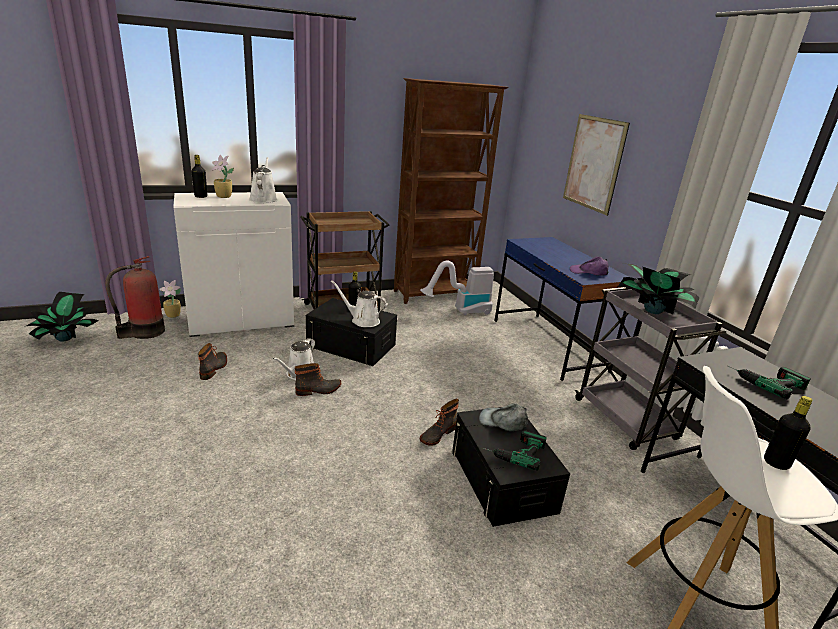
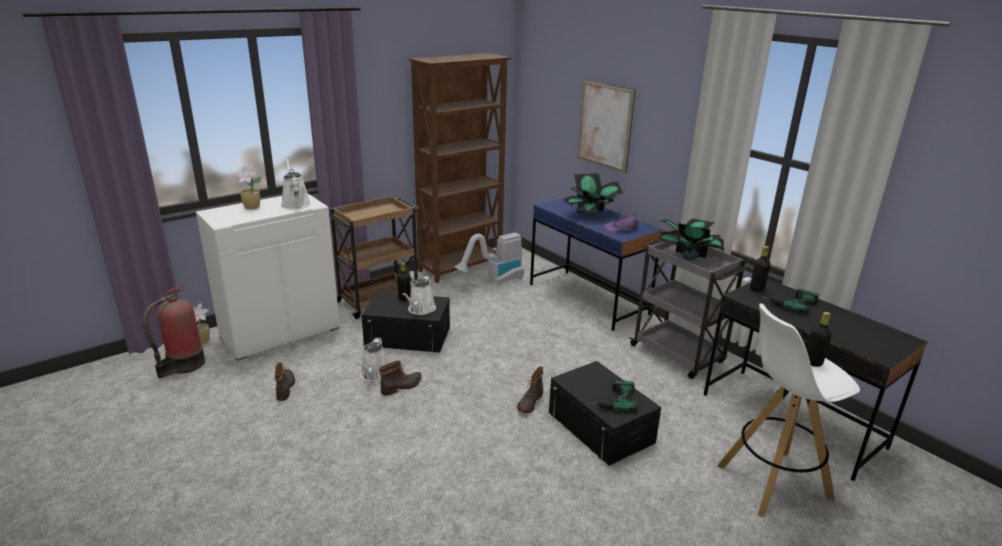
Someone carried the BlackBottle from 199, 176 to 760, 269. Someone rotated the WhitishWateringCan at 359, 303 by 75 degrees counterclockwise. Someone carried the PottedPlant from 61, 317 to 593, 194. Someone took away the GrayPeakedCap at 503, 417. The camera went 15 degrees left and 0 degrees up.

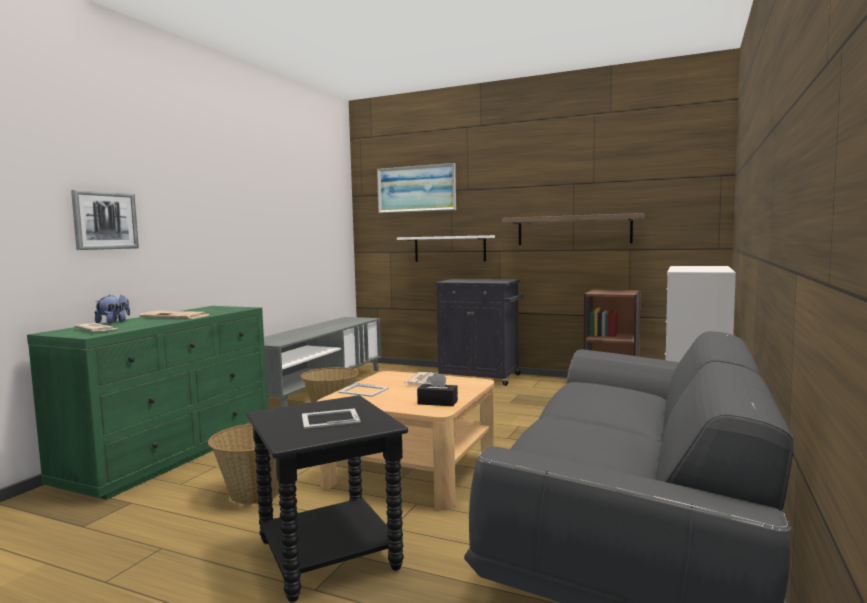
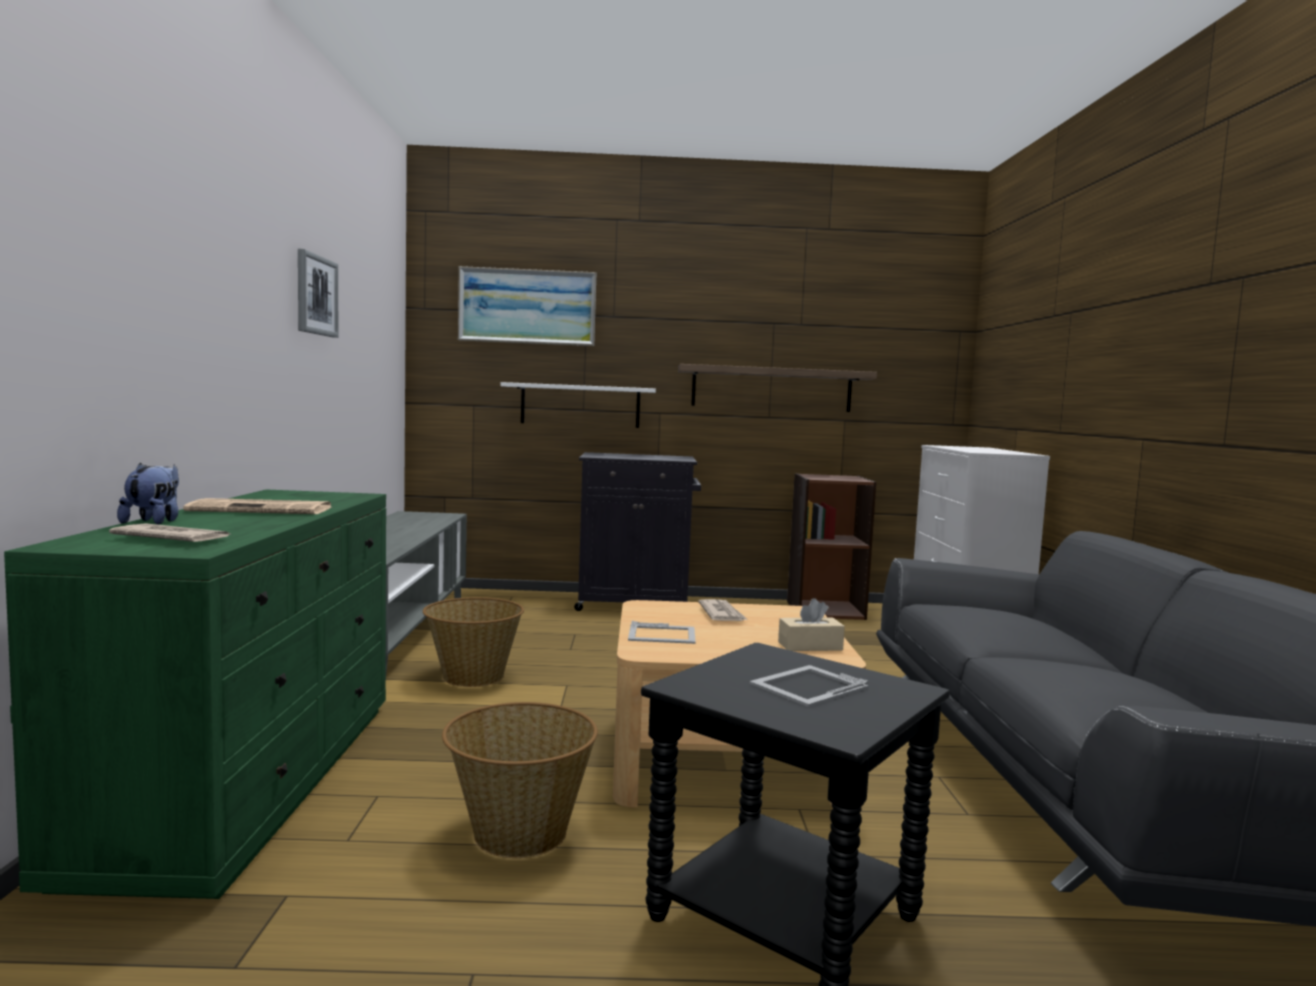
Someone carried the Picture from 105, 220 to 318, 293. Someone repainted the BlackTissueHolder at 437, 389, which became the BeigeTissueHolder at 811, 624. The camera went 25 degrees left and 0 degrees up.

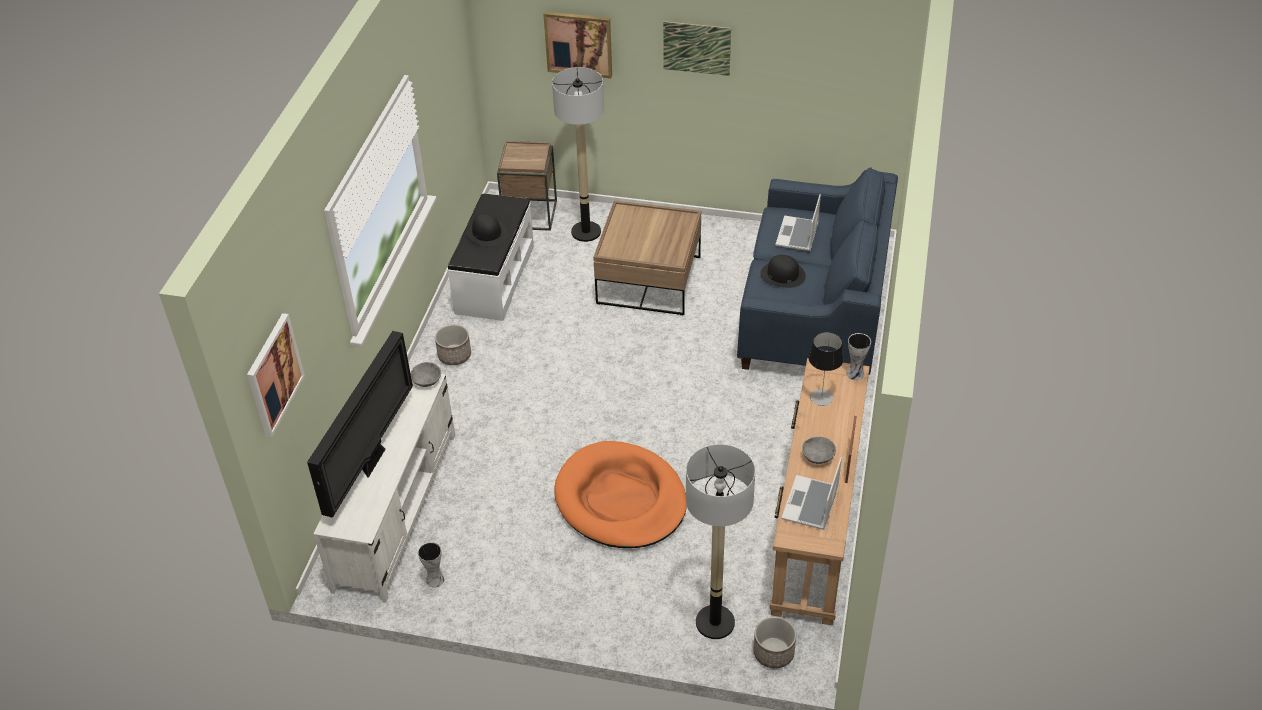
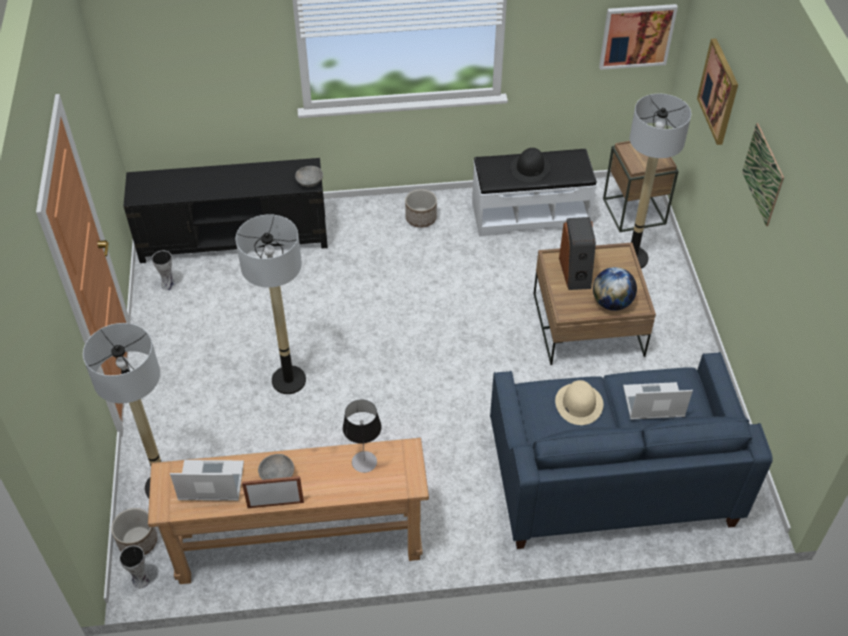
Someone repainted the BlackClothingHat at 783, 271, which became the BeigeClothingHat at 579, 402. Someone carried the Picture from 276, 375 to 638, 37. Someone took away the TvSet at 360, 424. Someone carried the Vase from 859, 356 to 135, 566. Someone repainted the WhitishTvUnit at 384, 486, which became the BlackTvUnit at 225, 210. Someone swapped the OrangeyPetBed at 621, 494 for the StandingLamp at 271, 304. Someone put down the AudioSpeaker at 577, 253. Someone put down the DeskGlobe at 615, 289. The camera went 70 degrees right and 5 degrees up.

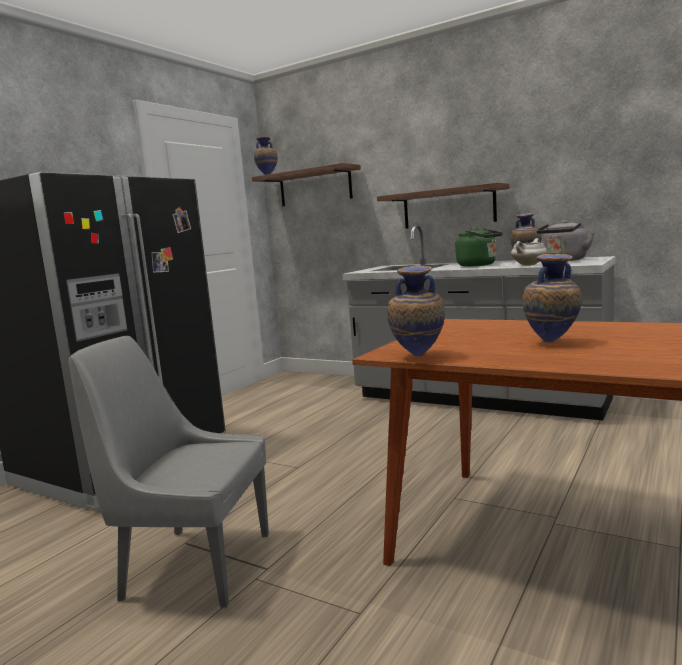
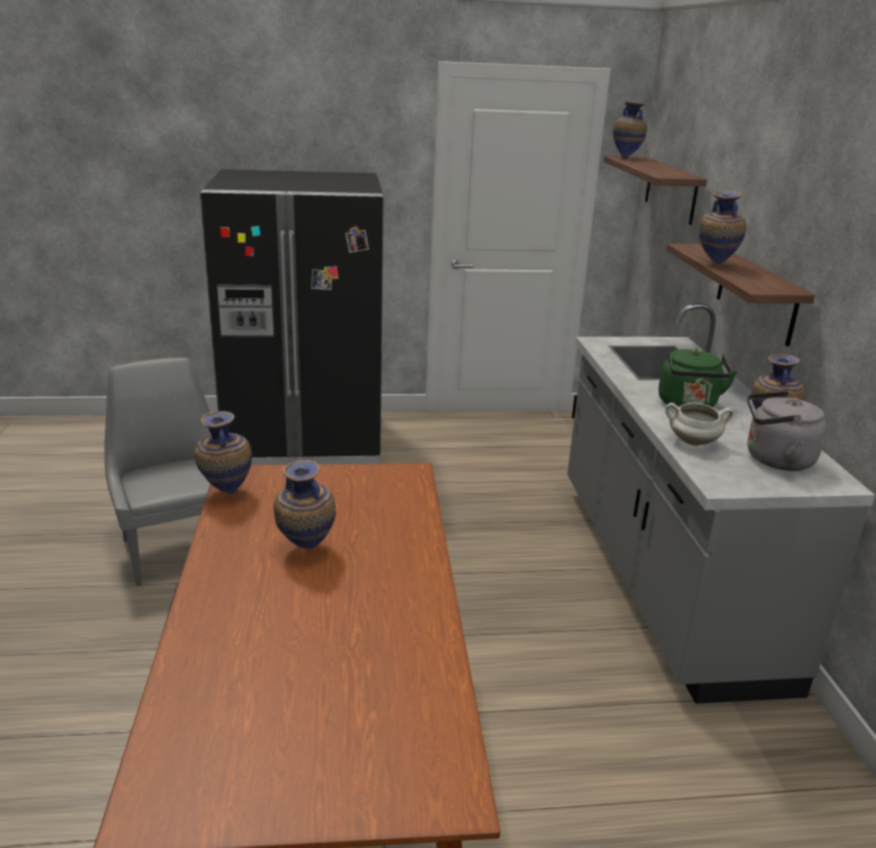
Someone put down the Vase at 722, 228. The camera went 50 degrees right and 15 degrees up.

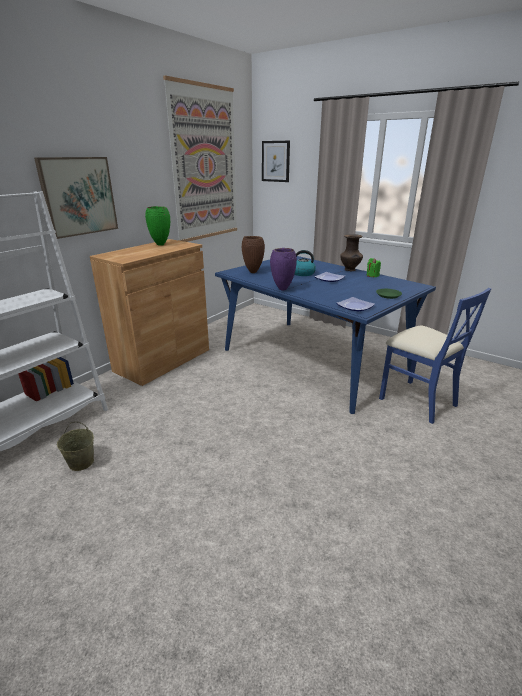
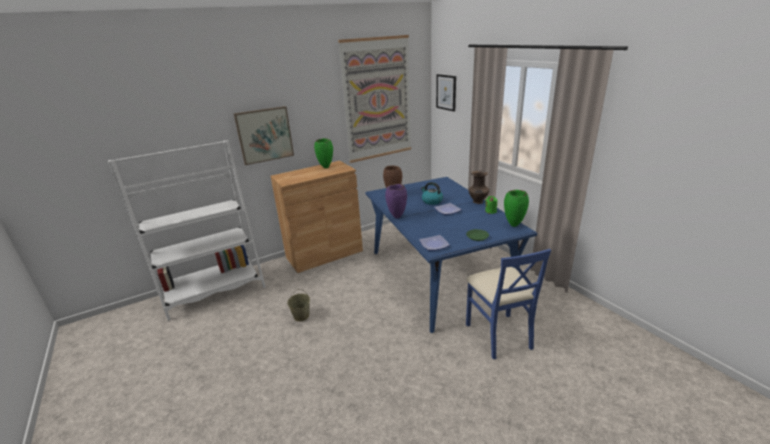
Someone carried the BeigePail from 75, 446 to 298, 305. Someone put down the GreenVase at 516, 208. The camera went 25 degrees right and 0 degrees up.

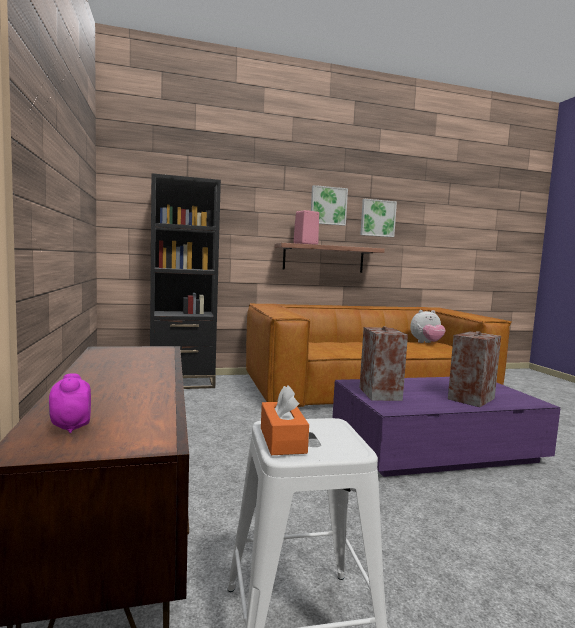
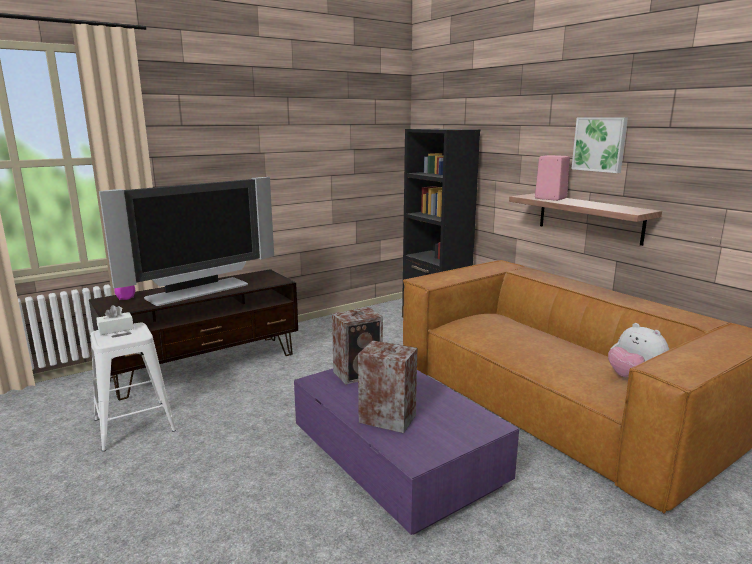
Someone took away the Picture at 378, 218. Someone repainted the OrangeyTissueHolder at 285, 420, which became the WhitishTissueHolder at 115, 320. Someone put down the TvSet at 186, 241. The camera went 70 degrees right and 10 degrees up.

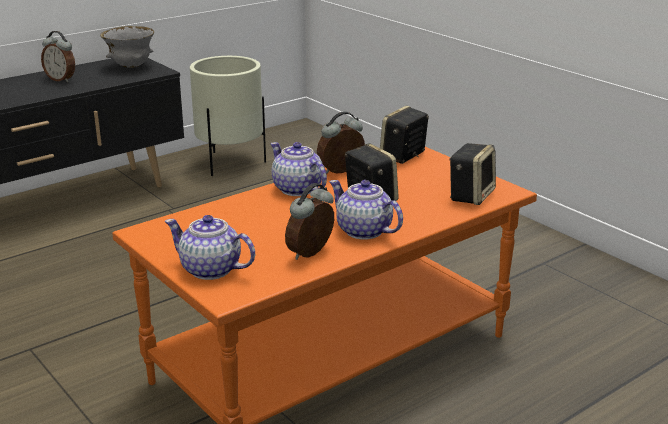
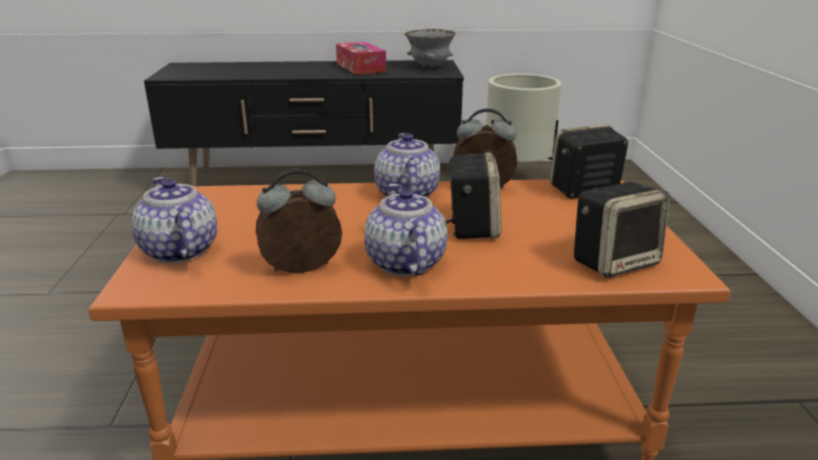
Someone swapped the AlarmClock at 58, 57 for the TissueHolder at 361, 58. The camera went 35 degrees right and 0 degrees up.

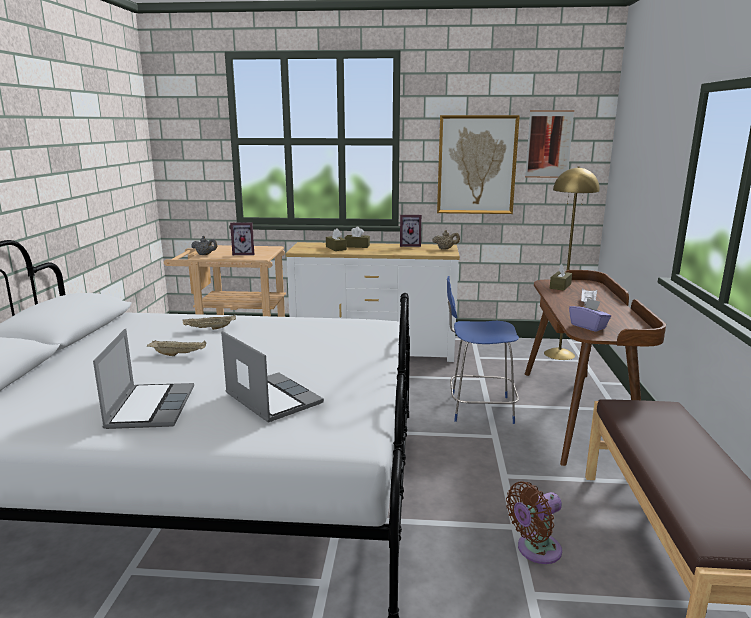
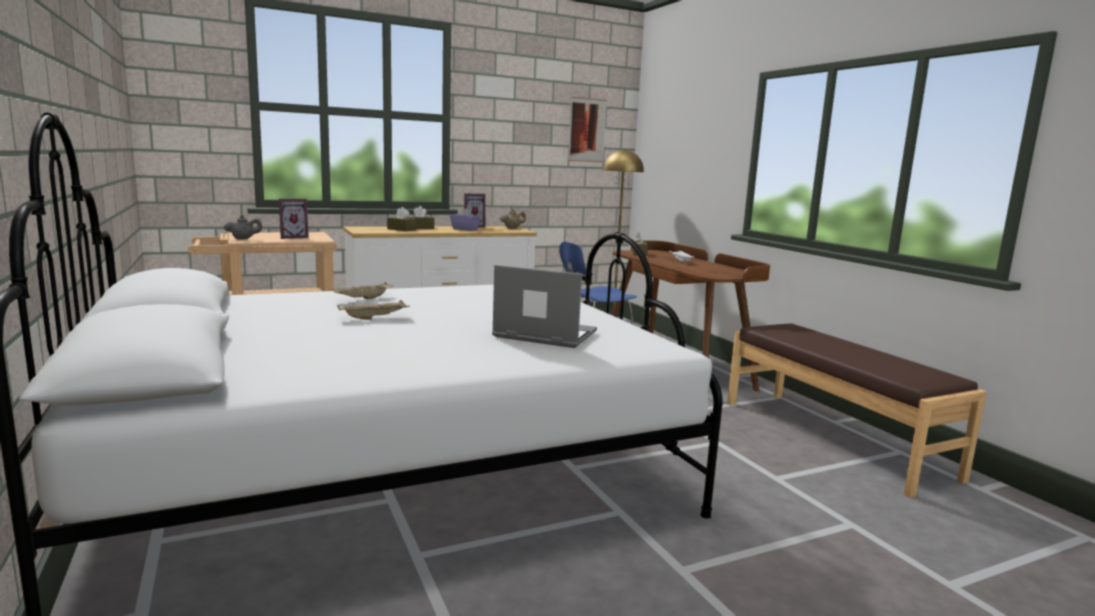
Someone took away the Picture at 478, 164. Someone carried the PurpleTissueHolder from 590, 315 to 465, 219. Someone took away the NotebookComputer at 143, 379. Someone took away the BrownishElectricFan at 534, 522. The camera went 30 degrees left and 5 degrees down.

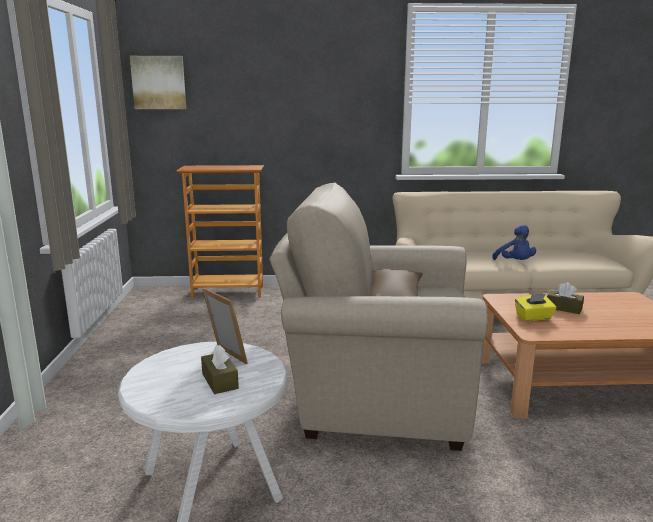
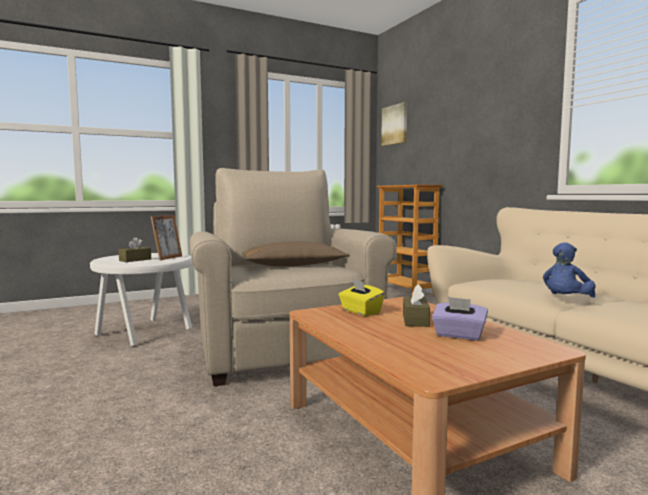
Someone put down the PurpleTissueHolder at 460, 318. The camera went 65 degrees right and 10 degrees down.

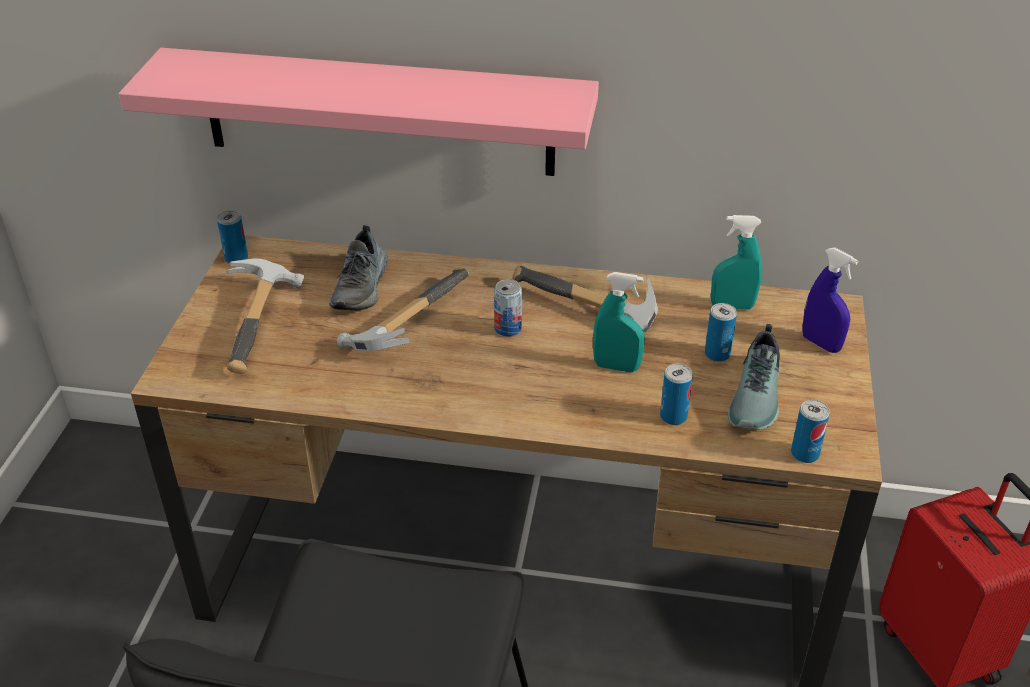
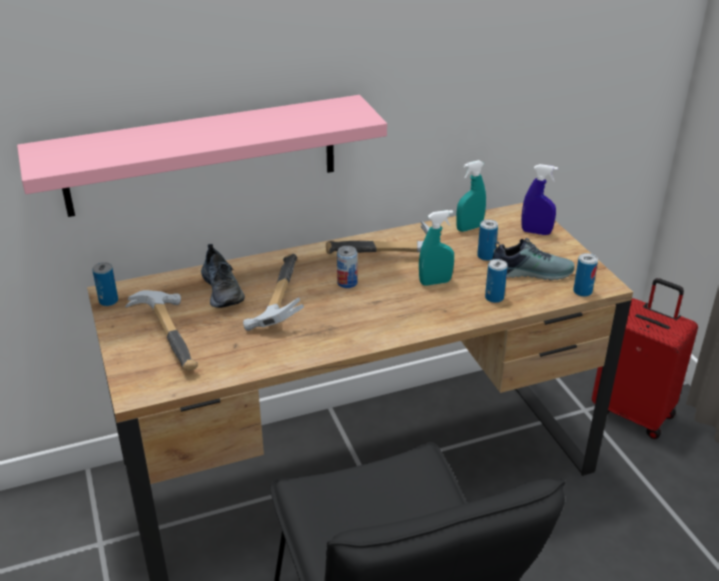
Someone rotated the Shoe at 754, 377 by 75 degrees counterclockwise. The camera went 30 degrees left and 5 degrees down.

